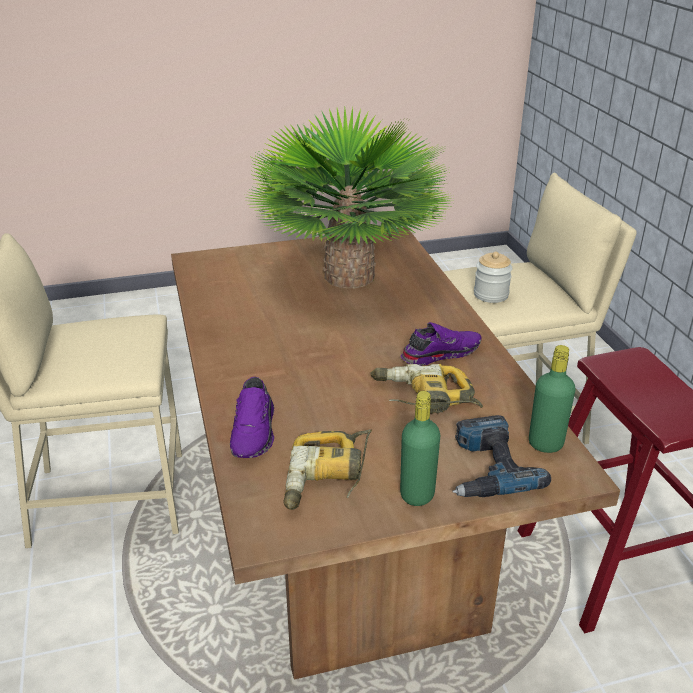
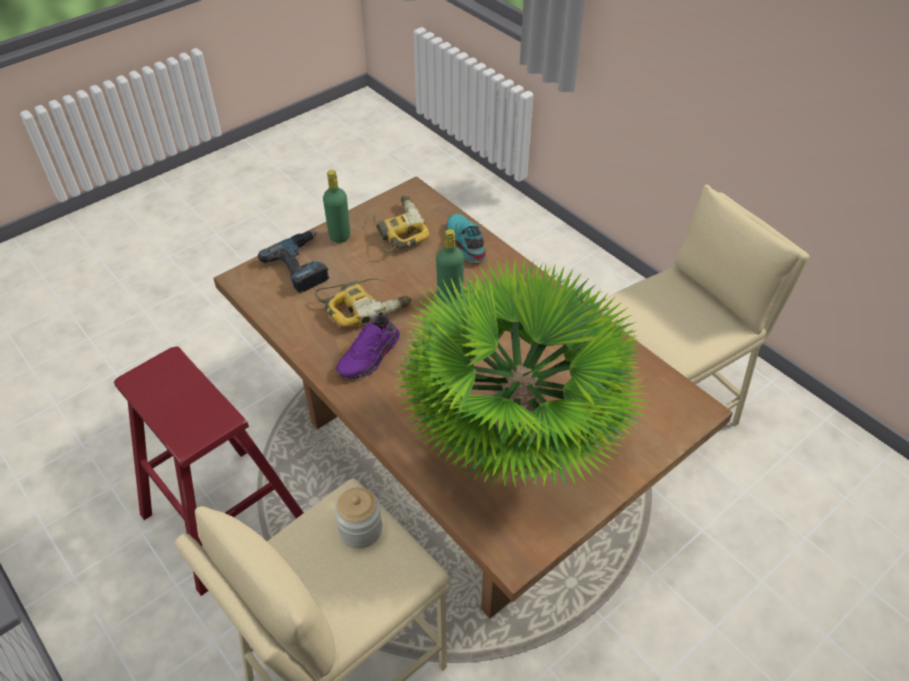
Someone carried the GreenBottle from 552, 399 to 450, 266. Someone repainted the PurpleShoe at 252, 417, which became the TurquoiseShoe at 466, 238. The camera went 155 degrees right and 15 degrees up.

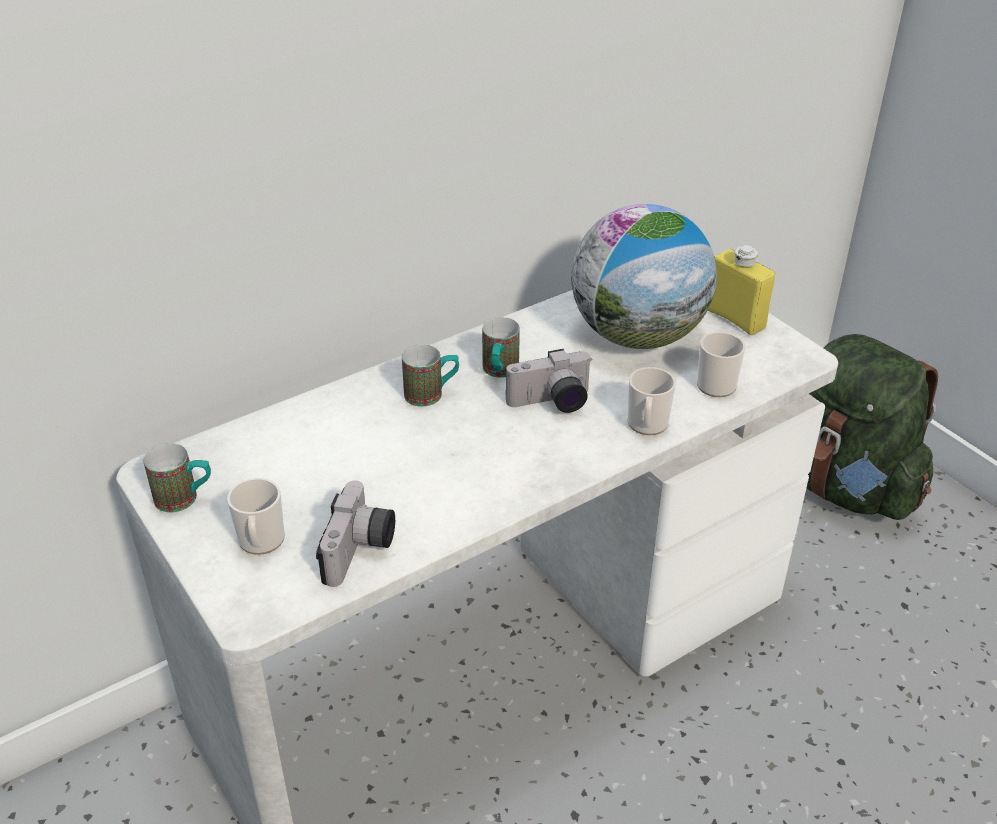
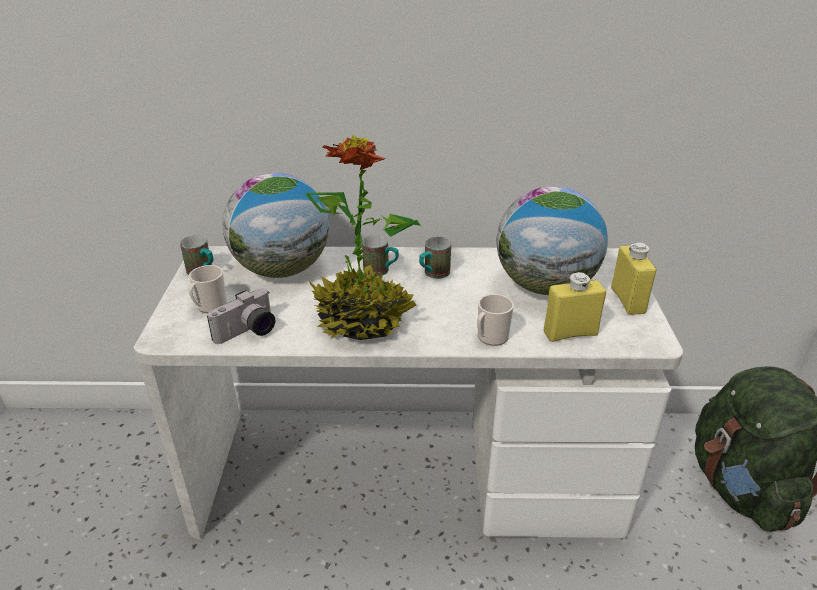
Someone swapped the CoffeeMug at 721, 364 for the YellowishBottle at 575, 307. Someone took away the PhotoCamera at 549, 381. Someone put down the PottedPlant at 363, 238. Someone put down the DeskGlobe at 276, 225. The camera went 35 degrees right and 5 degrees down.

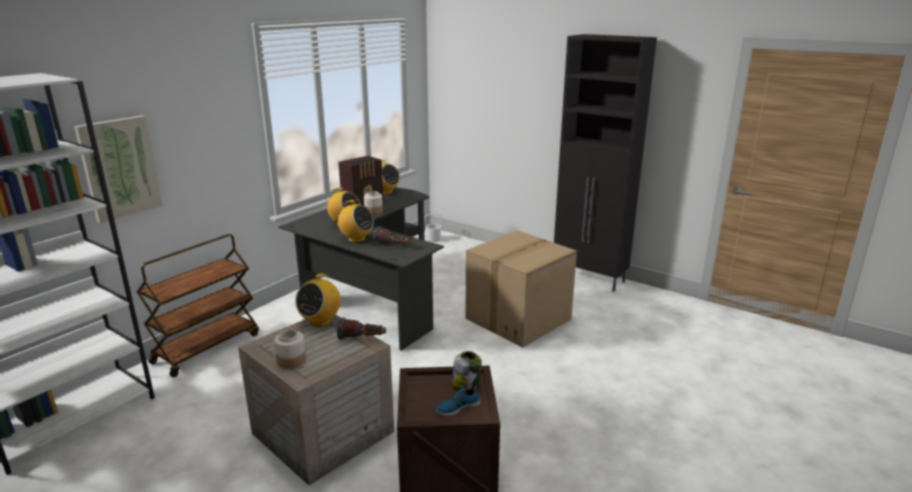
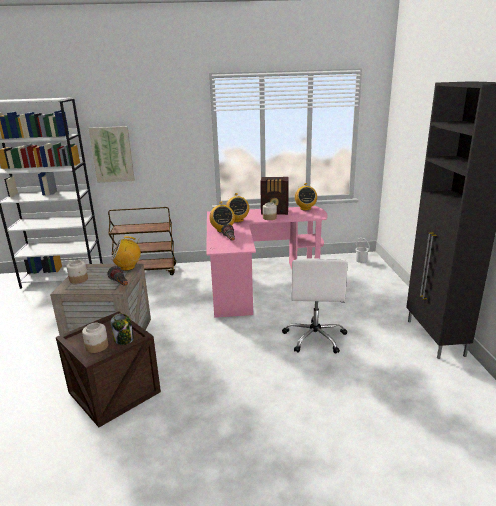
Someone repainted the BlackDesk at 361, 269, which became the PinkishDesk at 267, 262. Someone swapped the CardboardBox at 521, 288 for the WhitishDeskChair at 315, 306. Someone swapped the Shoe at 457, 400 for the PreserveJar at 95, 338. The camera went 50 degrees right and 0 degrees up.

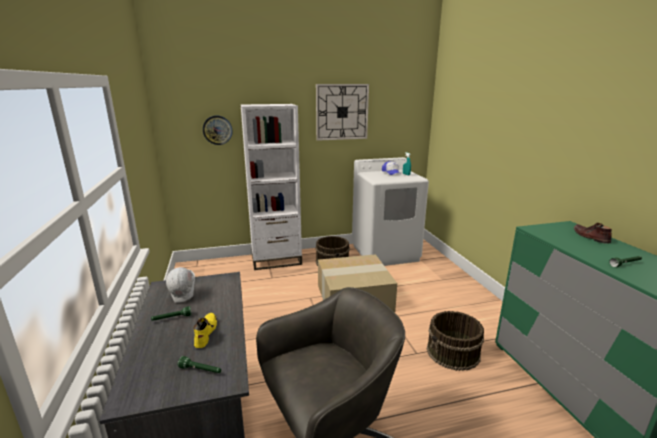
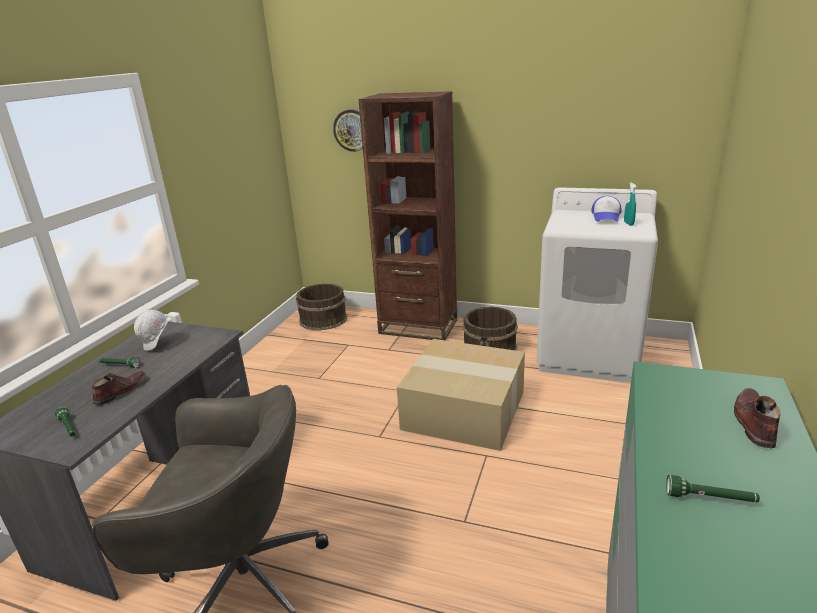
Someone took away the HangingClock at 342, 112. Someone repainted the WhitishShelvingUnit at 271, 187, which became the BrownishShelvingUnit at 408, 215. Someone carried the BrownishPail from 455, 341 to 321, 307. Someone repainted the YellowishShoe at 205, 330, which became the BrownishShoe at 119, 388. The camera went 35 degrees right and 5 degrees up.

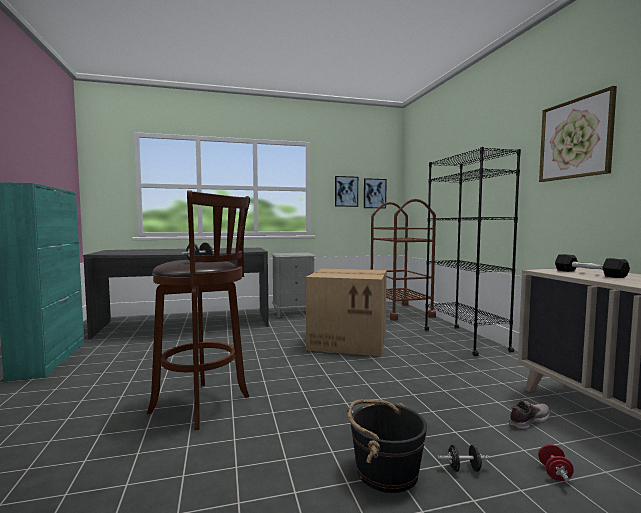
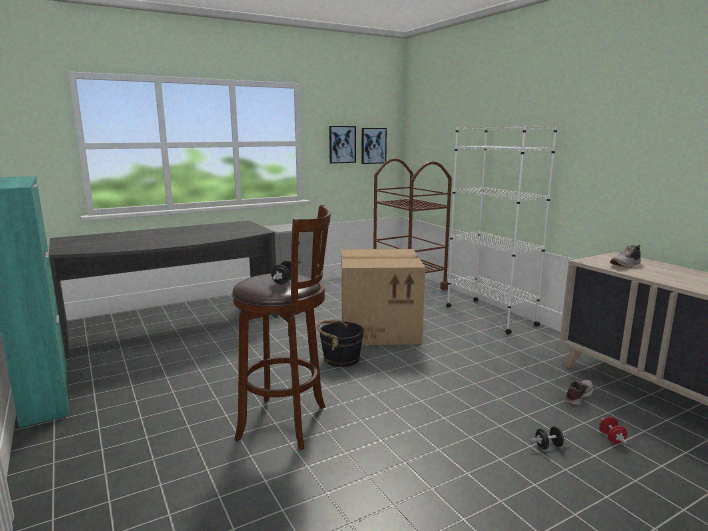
Someone took away the Picture at 578, 134. Someone repainted the BlackShelvingUnit at 472, 251, which became the WhitishShelvingUnit at 502, 230. Someone swapped the BlackDumbbell at 592, 266 for the Shoe at 625, 256. Someone carried the BlackPail from 387, 446 to 340, 343. The camera went 15 degrees left and 10 degrees up.

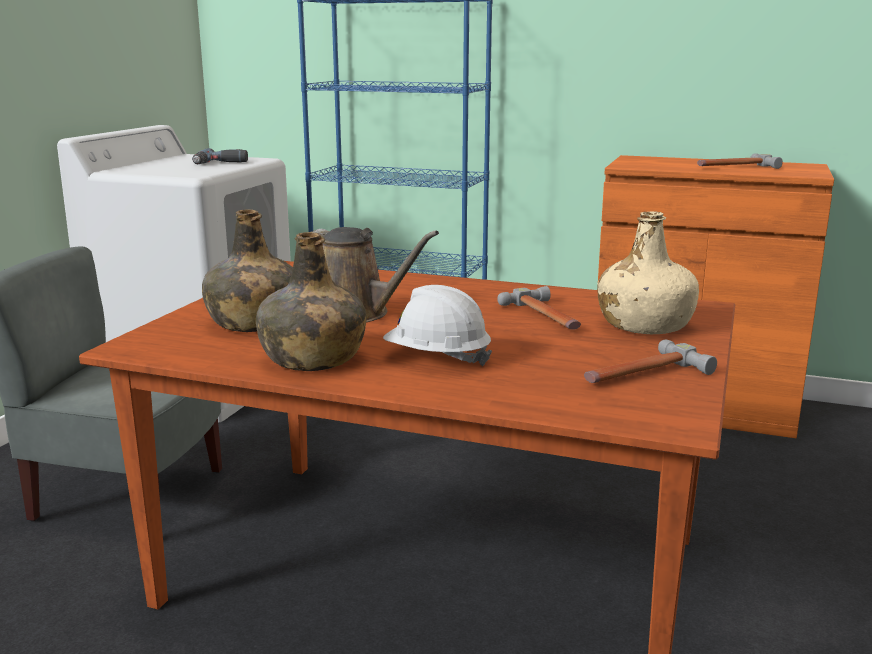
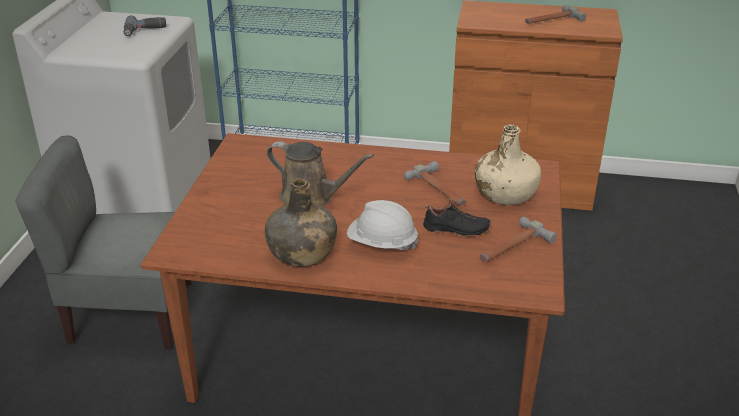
Someone took away the GreenBottle at 247, 270. Someone put down the BlackShoe at 457, 217. The camera went 10 degrees left and 15 degrees up.

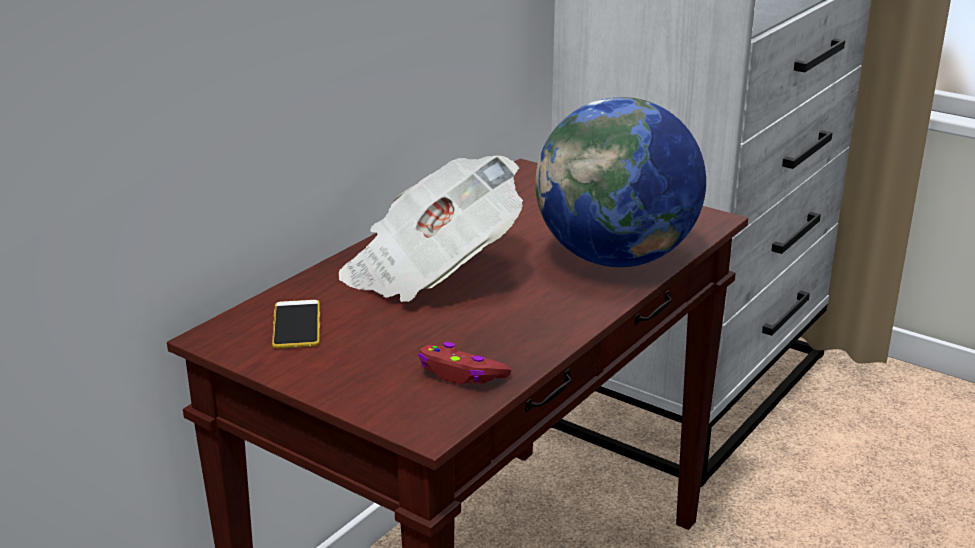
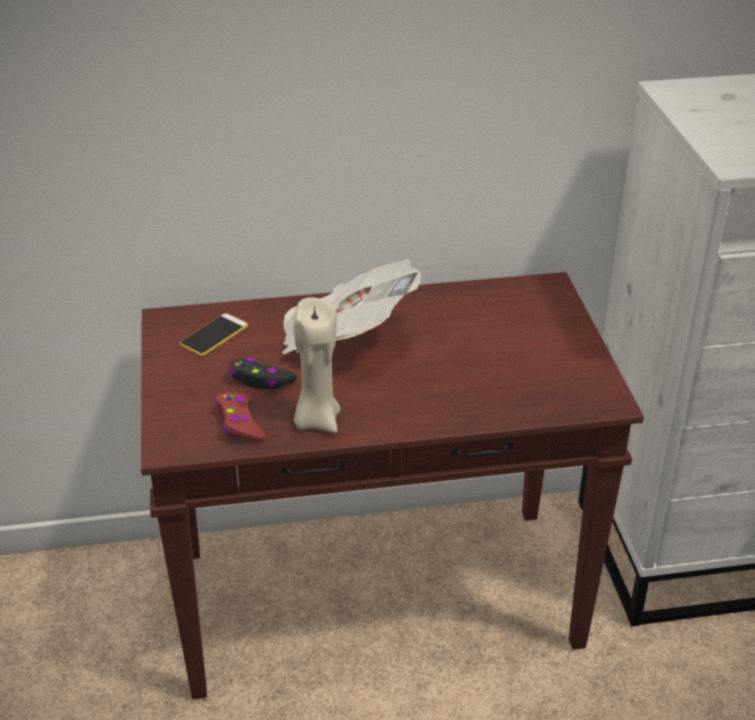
Someone took away the DeskGlobe at 620, 182. Someone put down the BeigeWaxCandle at 317, 365. Someone put down the BlackGamepad at 262, 373. The camera went 45 degrees right and 10 degrees up.

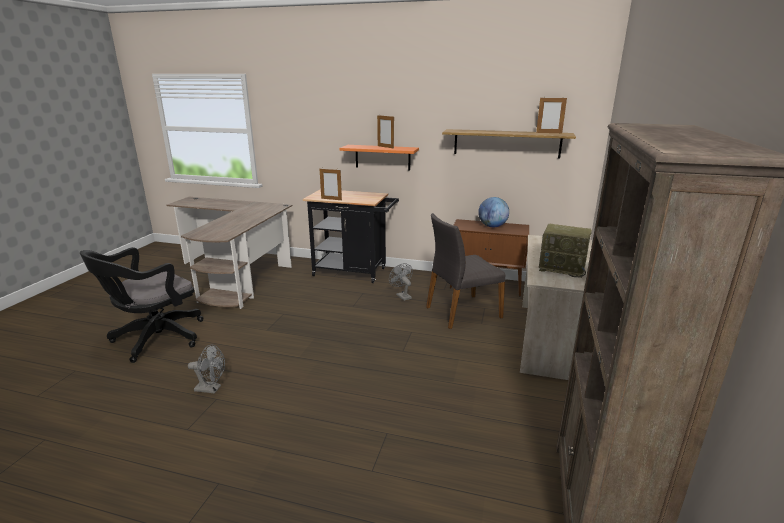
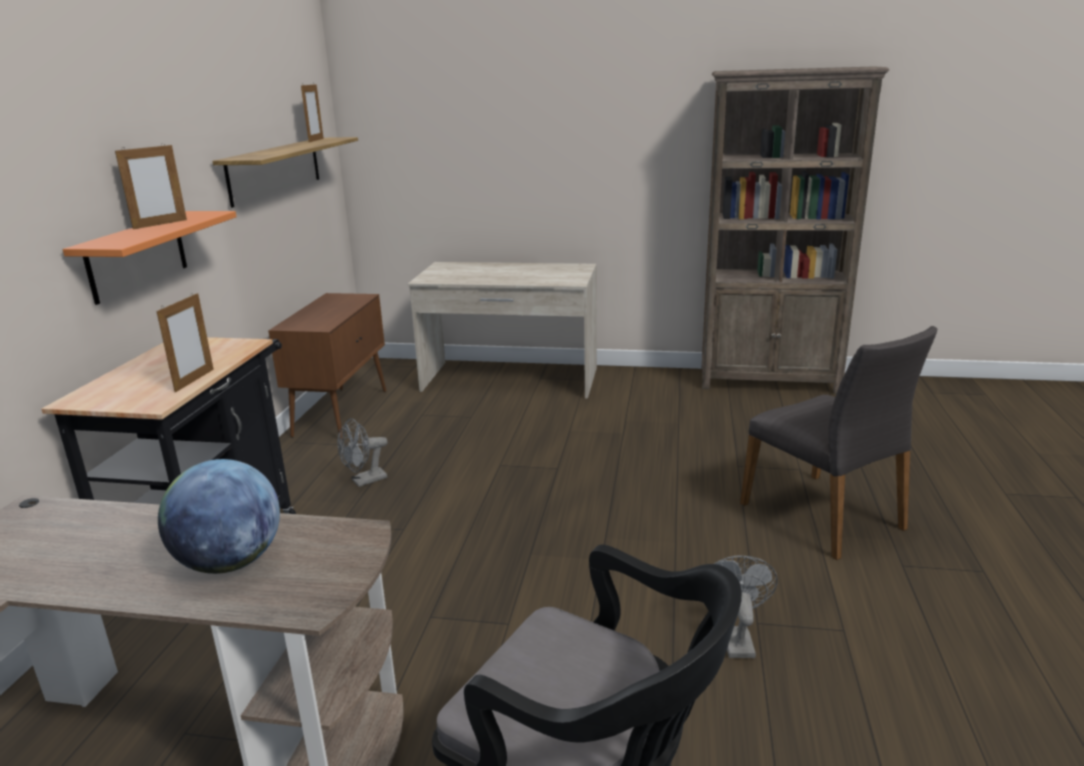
Someone carried the DeskGlobe from 493, 212 to 219, 516. Someone carried the GrayChair from 465, 271 to 838, 443. Someone took away the RadioReceiver at 565, 251. The camera went 95 degrees left and 0 degrees up.

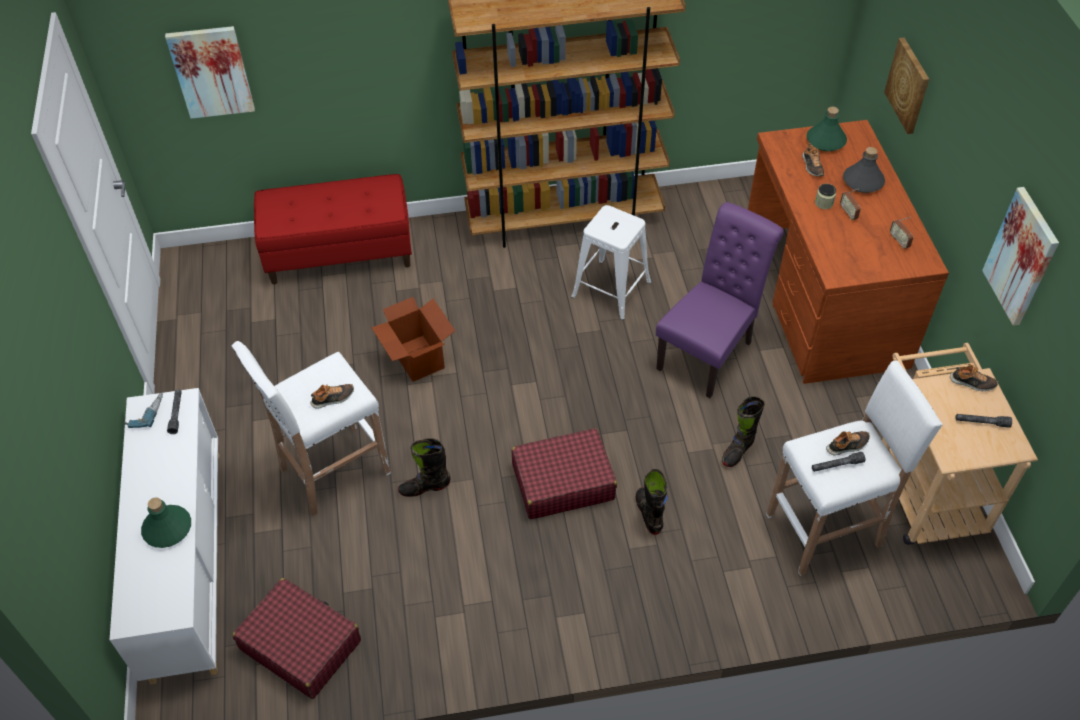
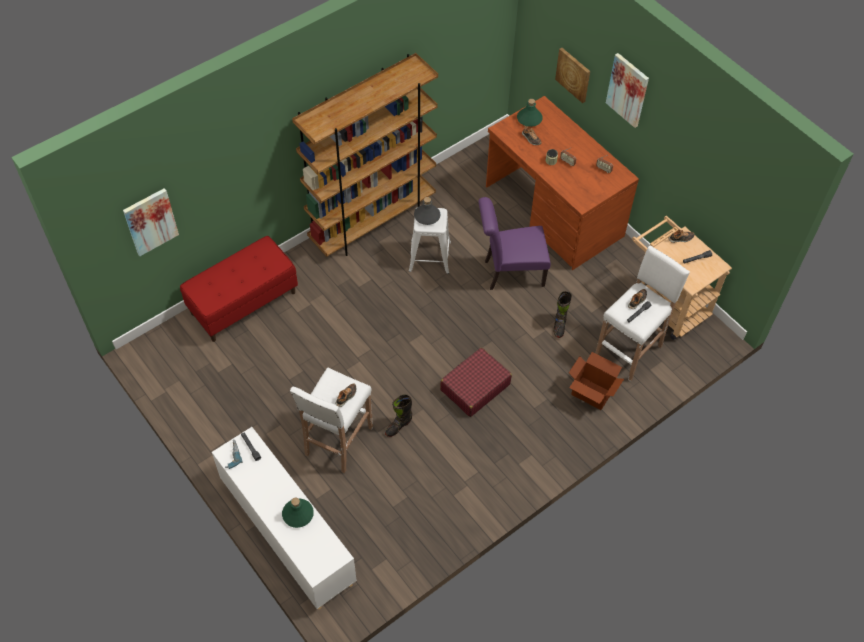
Someone carried the GrayBottle from 864, 170 to 427, 211. Someone carried the Picture from 1020, 256 to 627, 90. Someone rotated the PurpleChair at 720, 300 by 105 degrees counterclockwise. Someone carried the CardboardBox from 413, 339 to 596, 381. Someone took away the BlackTallBoot at 651, 502. Someone took away the ReddishTravelCase at 296, 638. The camera went 30 degrees left and 5 degrees up.

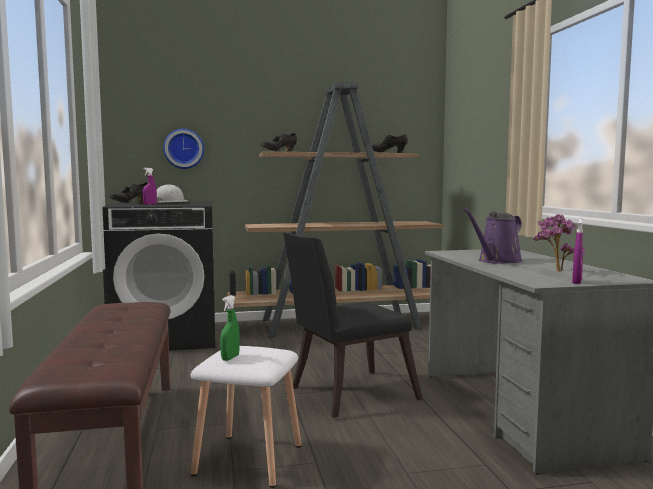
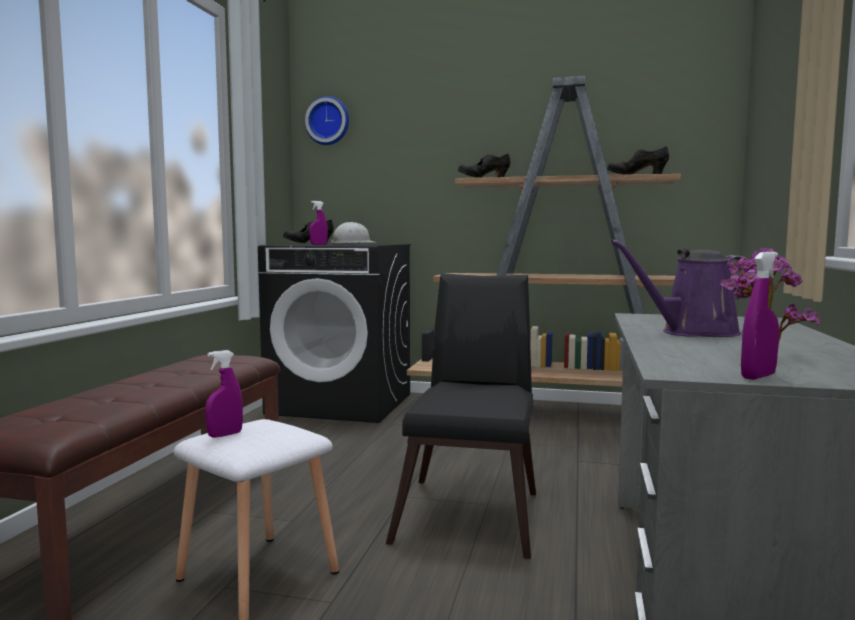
Someone carried the HangingClock from 183, 149 to 327, 120. Someone rotated the BlackChair at 353, 325 by 105 degrees clockwise. Someone repainted the GreenSprayer at 230, 328, which became the PurpleSprayer at 224, 394. The camera went 25 degrees right and 0 degrees up.

